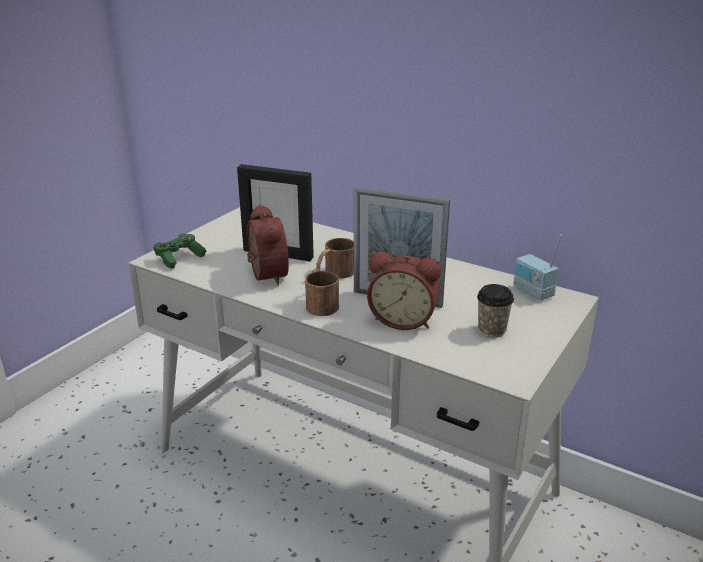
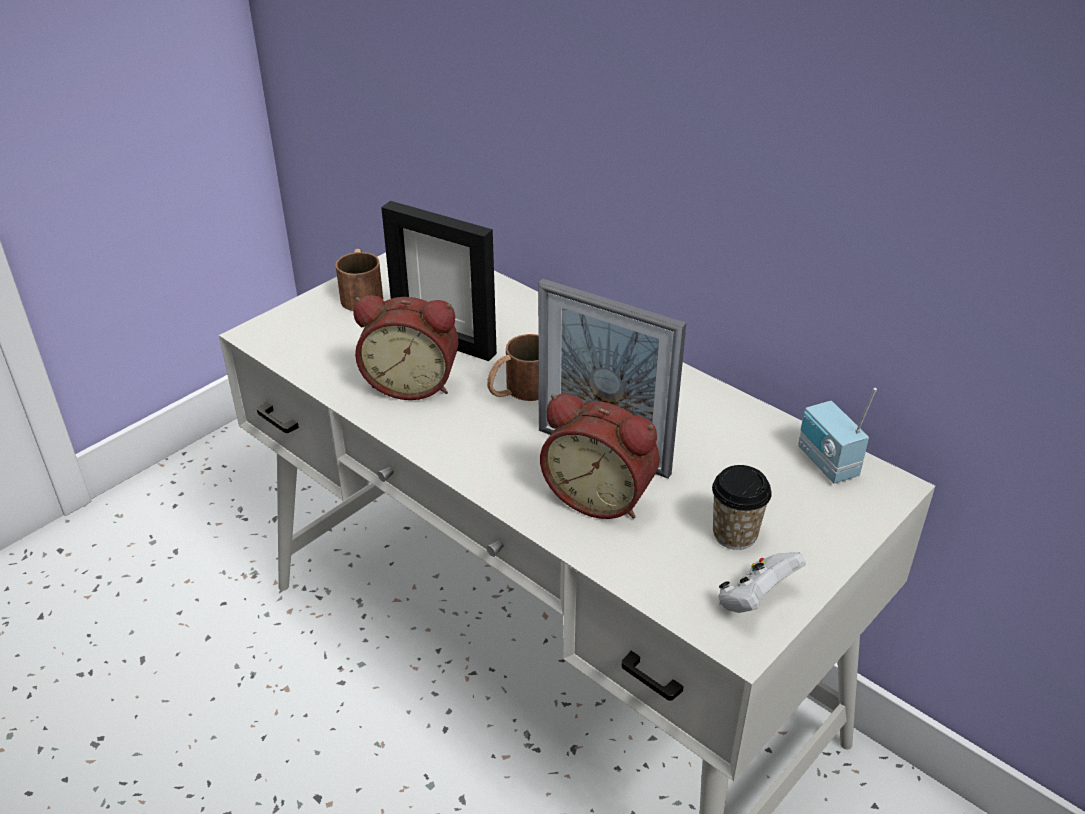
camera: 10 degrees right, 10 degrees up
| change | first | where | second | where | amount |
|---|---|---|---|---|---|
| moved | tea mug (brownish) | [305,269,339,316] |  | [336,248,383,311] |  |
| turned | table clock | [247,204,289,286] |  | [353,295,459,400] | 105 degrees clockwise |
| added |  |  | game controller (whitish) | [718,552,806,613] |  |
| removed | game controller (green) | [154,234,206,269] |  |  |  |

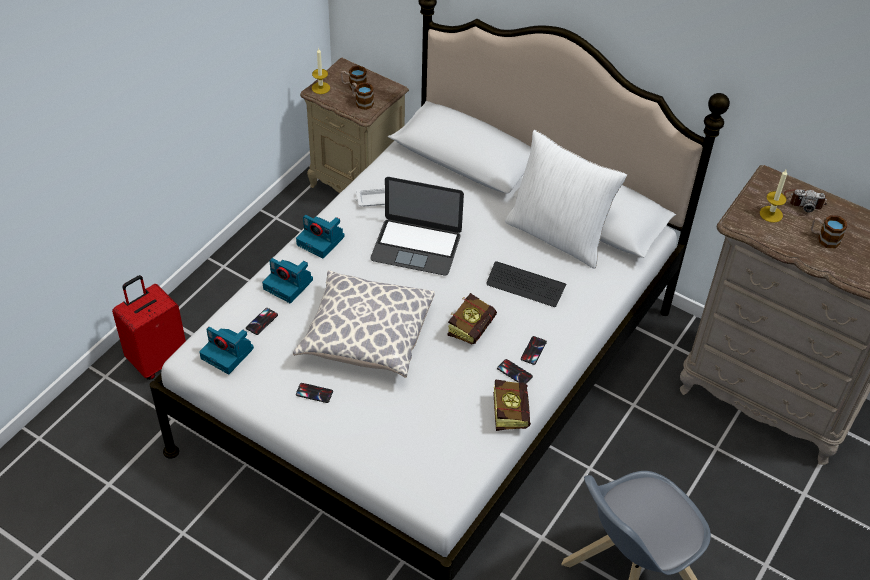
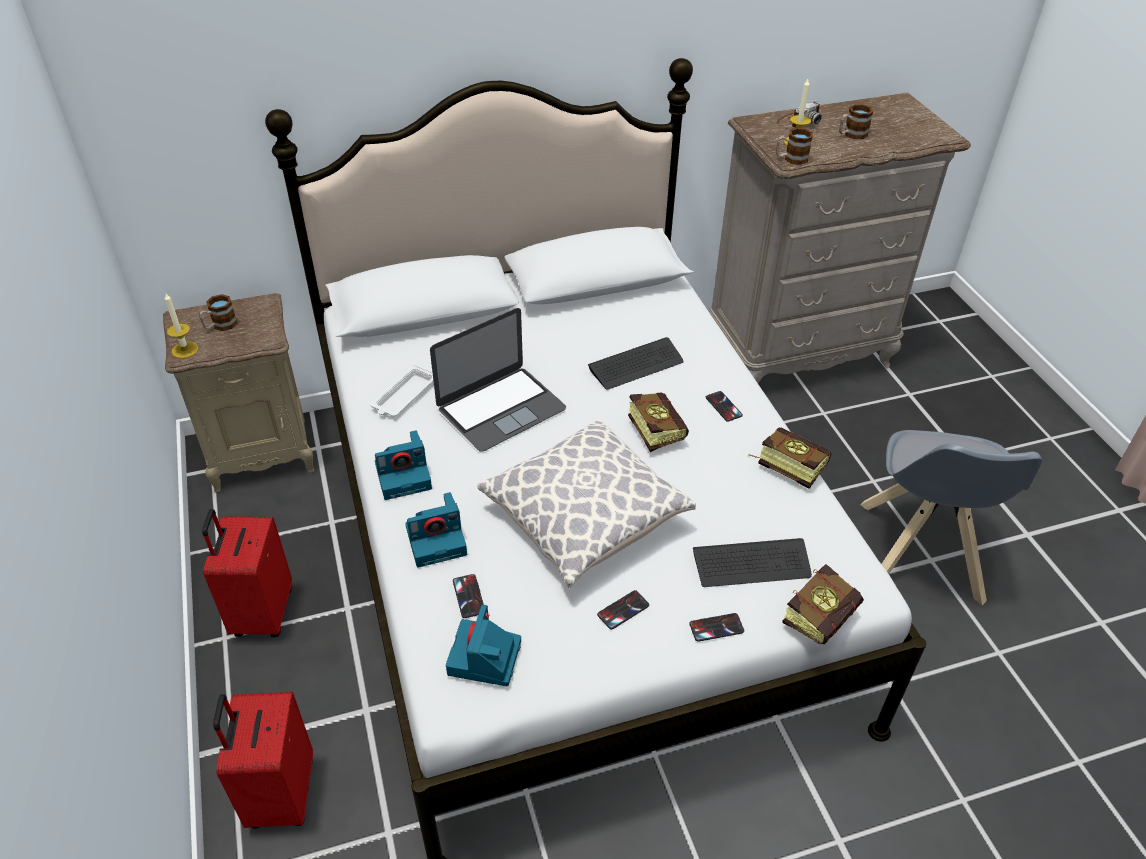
camera: 50 degrees left, 5 degrees down
| change | first | where | second | where | amount |
|---|---|---|---|---|---|
| added |  |  | travel case (red) | [202,509,292,637] |  |
| turned | still camera | [199,327,254,374] |  | [446,604,521,686] | 120 degrees clockwise |
| moved | handset | [497,359,533,384] |  | [689,613,744,642] |  |
| added |  |  | keyboard | [693,538,812,587] |  |
| moved | tea mug | [352,82,374,110] |  | [776,128,813,165] |  |
| added |  |  | bound book | [782,564,864,645] |  |
| removed | throw pillow (whitish) | [505,130,627,269] |  |  |  |

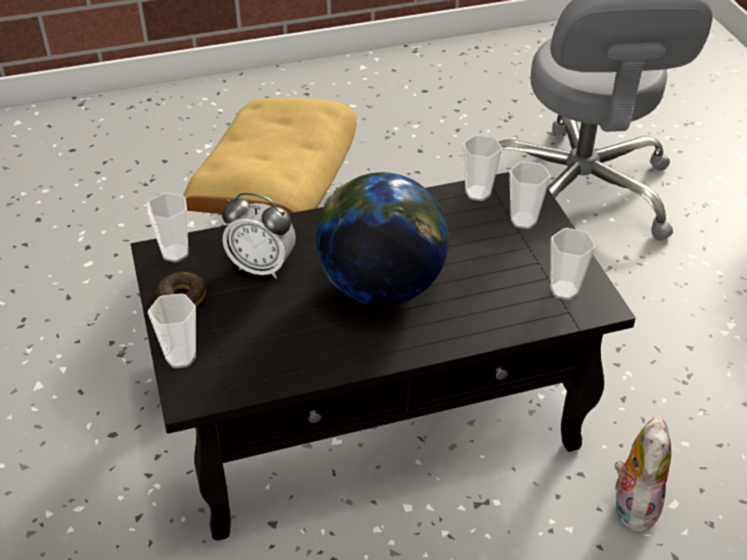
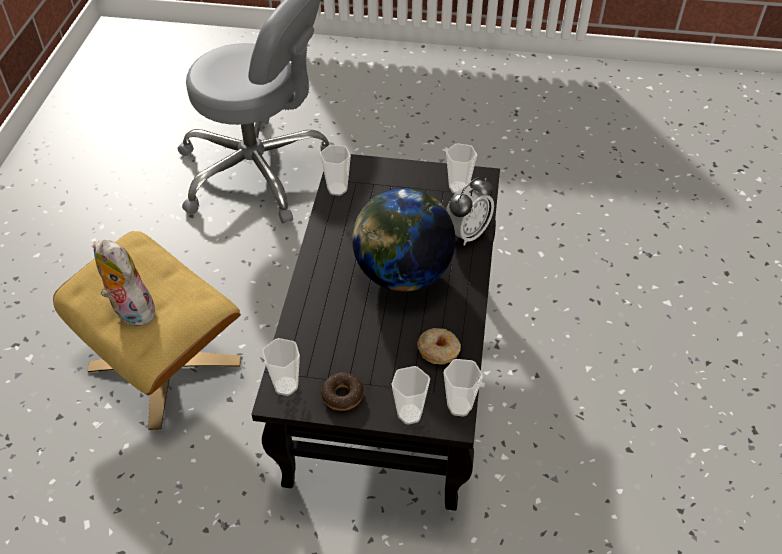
camera: 65 degrees left, 5 degrees up
| change | first | where | second | where | amount |
|---|---|---|---|---|---|
| moved | cuddly toy | [615,415,671,534] |  | [94,240,155,326] |  |
| added |  |  | ring doughnut | [417,328,461,364] |  |
| moved | small cup | [509,161,551,229] |  | [444,359,483,417] |  |
| moved | table clock | [222,193,296,279] |  | [446,177,494,246] |  |

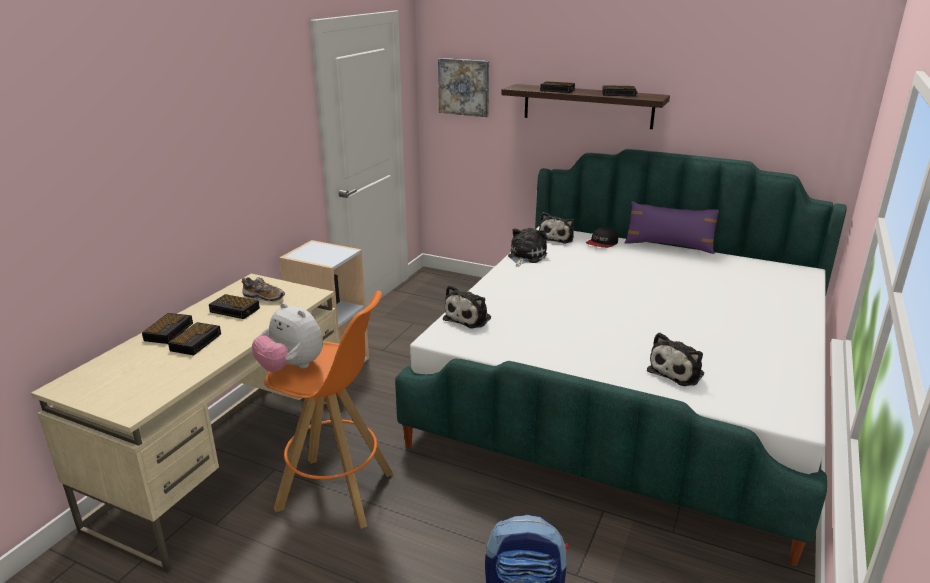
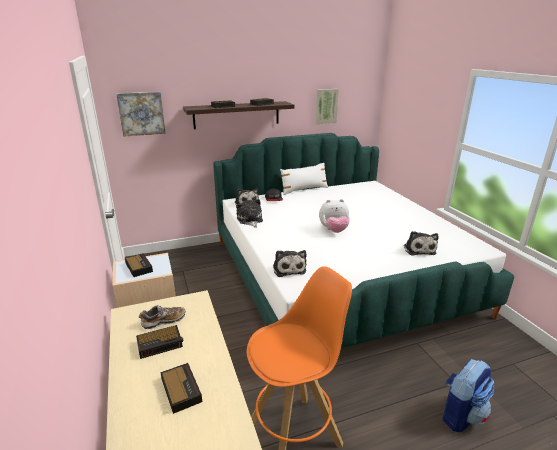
camera: 45 degrees left, 0 degrees up
| change | first | where | second | where | amount |
|---|---|---|---|---|---|
| moved | table clock | [142,313,193,344] |  | [125,253,153,277] |  |
| recoloured | throw pillow (purplish) | [625,201,719,254] | throw pillow (whitish) | [280,163,328,195] |  |
| added |  |  | picture | [315,89,339,124] |  |
| moved | cuddly toy | [252,303,323,372] |  | [319,199,350,233] |  |

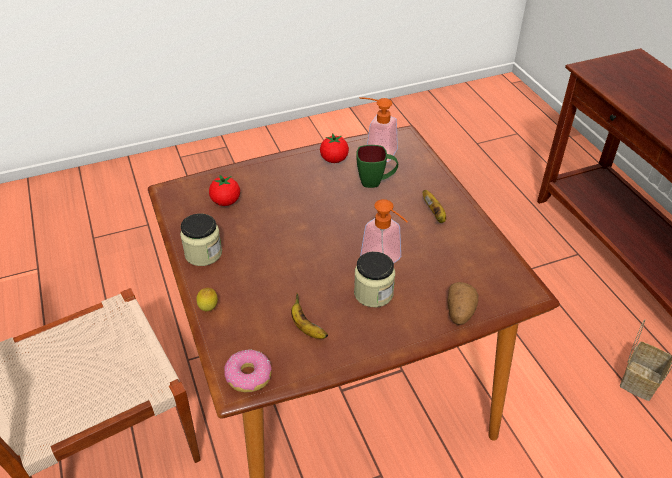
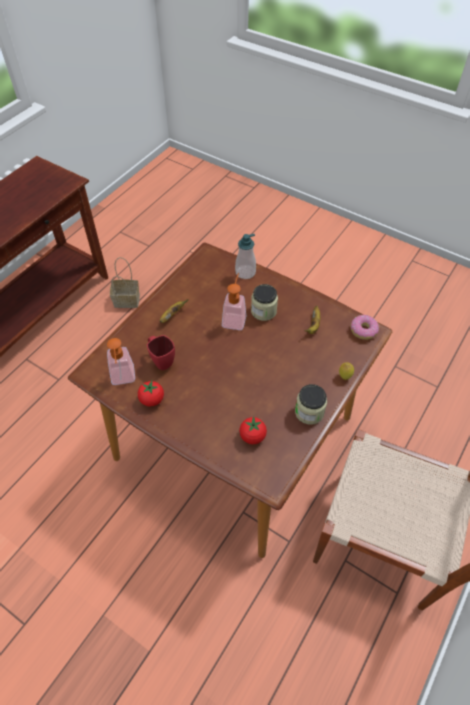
camera: 125 degrees left, 10 degrees up
| change | first | where | second | where | amount |
|---|---|---|---|---|---|
| recoloured | tea mug (green) | [356,145,398,188] | tea mug (red) | [147,335,175,370] |  |
| replaced | spud | [448,282,478,325] | soap bottle | [235,234,256,279] |  |

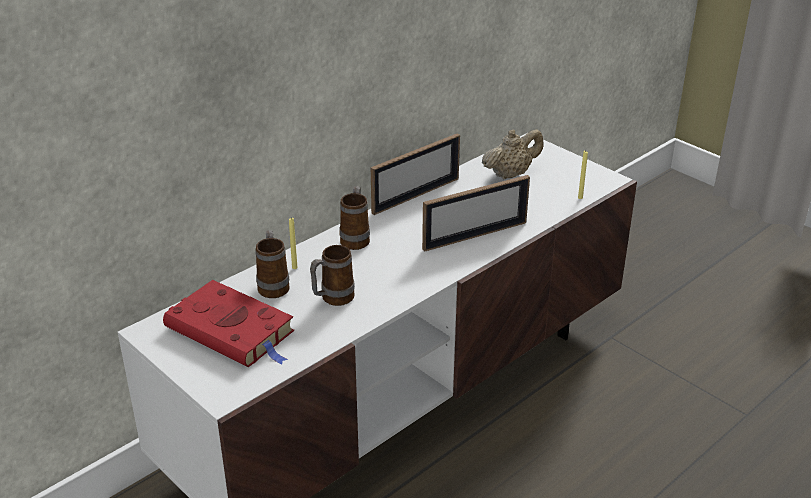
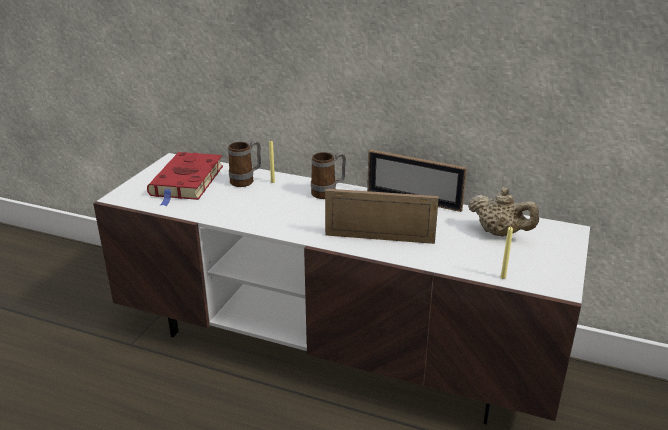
camera: 65 degrees right, 5 degrees down
| change | first | where | second | where | amount |
|---|---|---|---|---|---|
| turned | picture frame | [422,175,530,252] |  | [325,189,439,244] | 150 degrees clockwise |
| removed | tea mug | [310,245,355,306] |  |  |  |

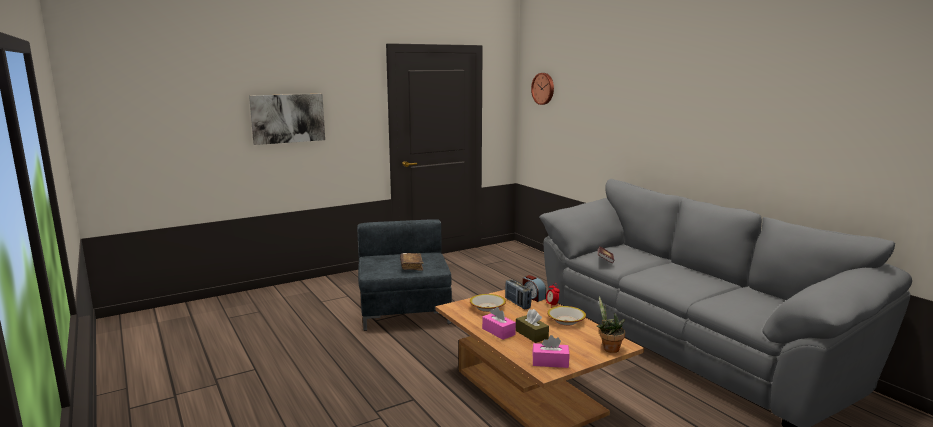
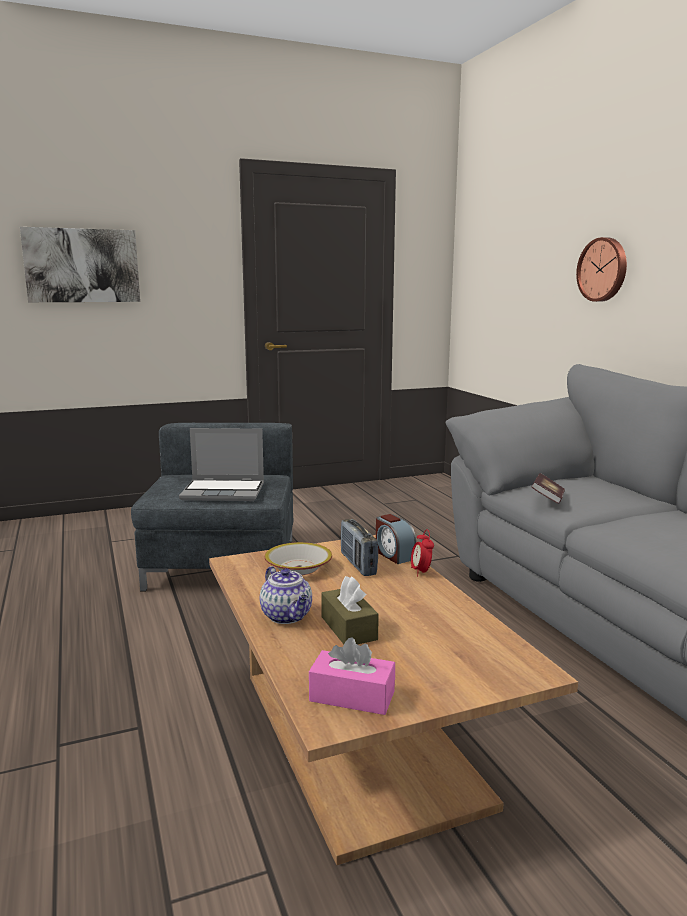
camera: 10 degrees right, 0 degrees up
| change | first | where | second | where | amount |
|---|---|---|---|---|---|
| replaced | bound book (brownish) | [400,253,424,271] | portable computer | [179,428,264,501] |  |
| replaced | tissue box (pinkish) | [482,307,516,340] | pot for tea | [260,566,312,624] |  |
| moved | wall clock | [531,73,554,105] |  | [576,237,627,302] |  |
| removed | deep dish | [547,306,586,325] |  |  |  |
| removed | houseplant | [597,297,625,353] |  |  |  |

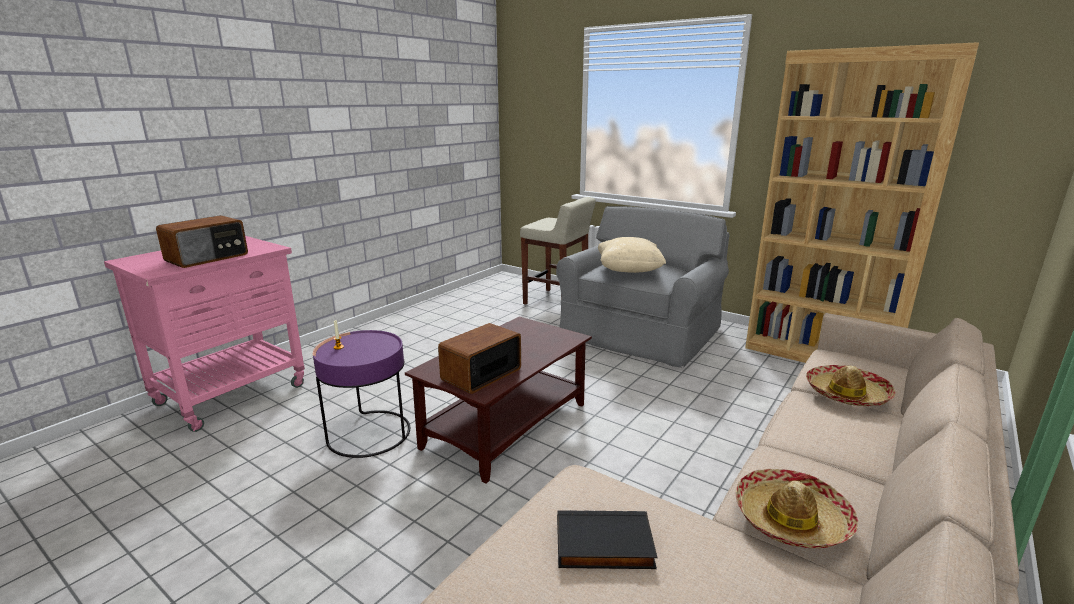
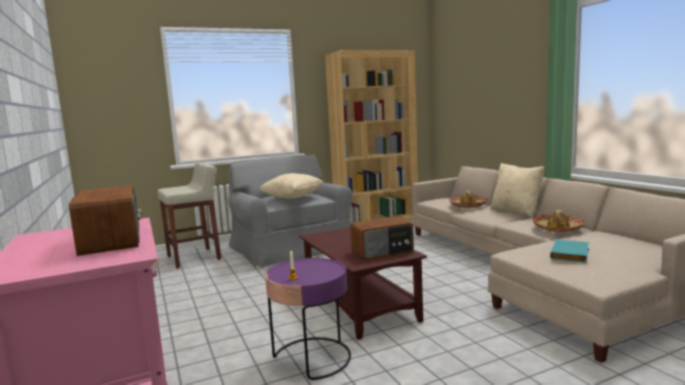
camera: 60 degrees left, 10 degrees down
| change | first | where | second | where | amount |
|---|---|---|---|---|---|
| turned | radio | [438,323,521,394] |  | [350,217,414,260] | 90 degrees counterclockwise |
| added |  |  | throw pillow (beige) | [490,163,544,217] |  |
| recoloured | bound book (black) | [557,510,658,569] | bound book (blue-green) | [550,239,589,263] |  |

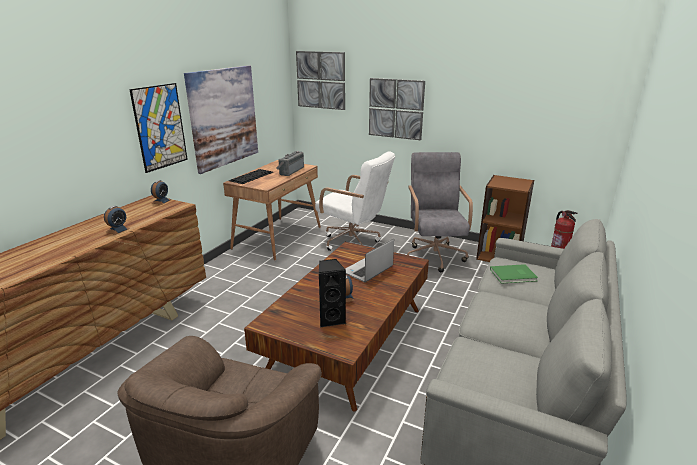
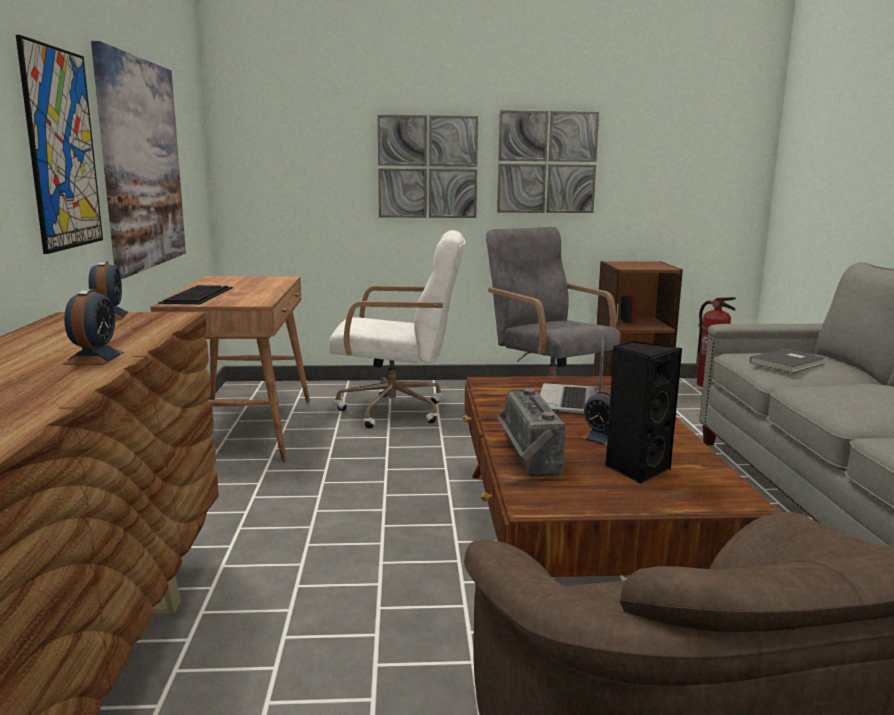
camera: 30 degrees left, 10 degrees down
| change | first | where | second | where | amount |
|---|---|---|---|---|---|
| moved | picture | [296,51,345,110] |  | [497,110,599,213] |  |
| moved | radio | [276,151,304,176] |  | [497,388,566,477] |  |
| recoloured | bound book (green) | [490,264,538,284] | bound book (gray) | [750,349,826,373] |  |

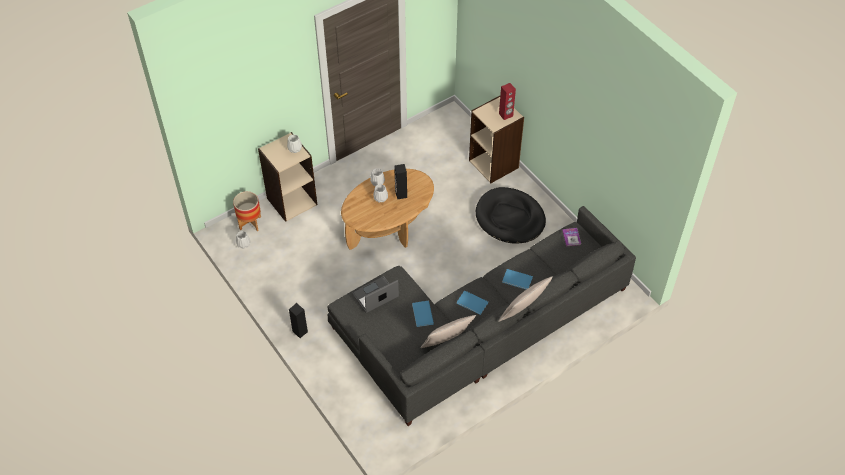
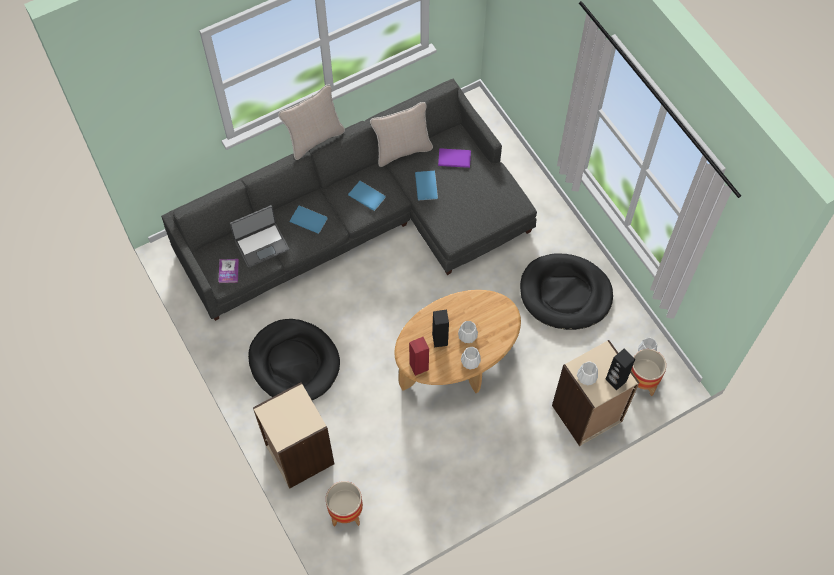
camera: 175 degrees left, 10 degrees up
| change | first | where | second | where | amount |
|---|---|---|---|---|---|
| moved | portable computer | [352,276,399,313] |  | [230,205,289,268] |  |
| added |  |  | plant pot | [326,481,363,527] |  |
| moved | speaker (red) | [499,83,516,120] |  | [409,337,429,376] |  |
| added |  |  | bound book (purplish) | [438,148,471,168] |  |
| added |  |  | dog bed (black) | [520,253,613,330] |  |
| moved | speaker (black) | [289,303,308,338] |  | [605,348,635,390] |  |

